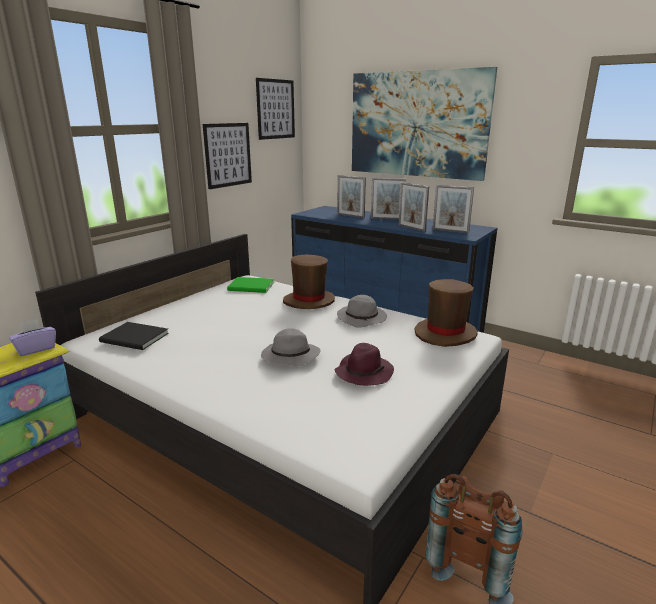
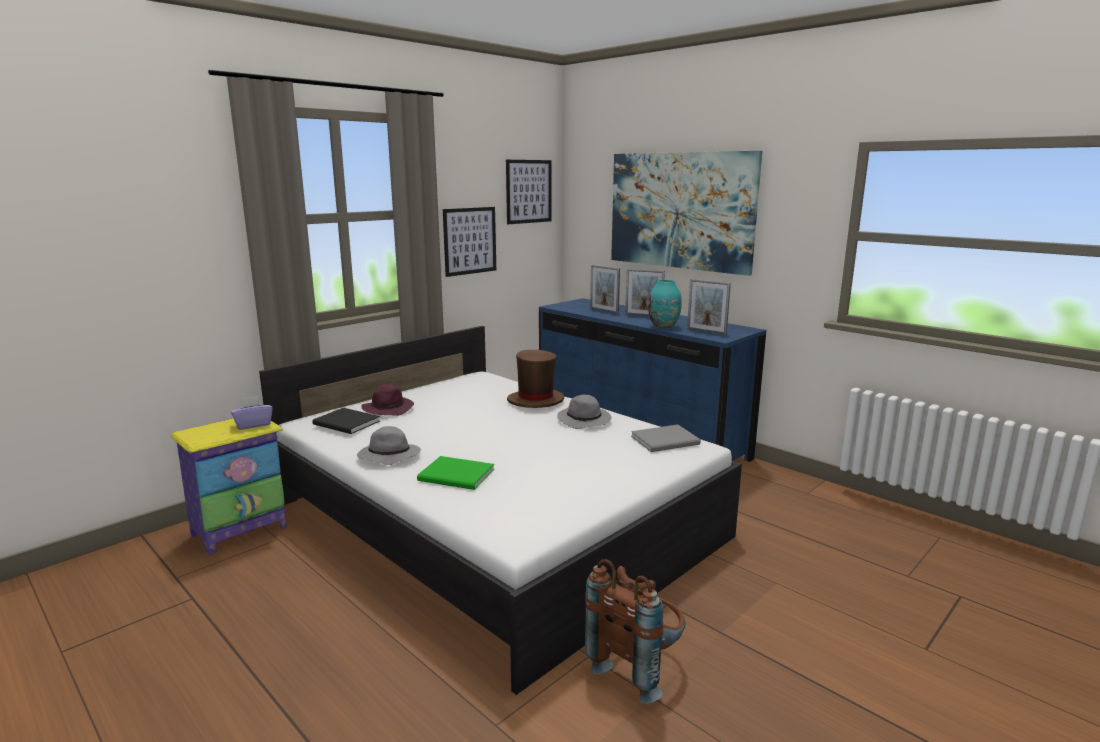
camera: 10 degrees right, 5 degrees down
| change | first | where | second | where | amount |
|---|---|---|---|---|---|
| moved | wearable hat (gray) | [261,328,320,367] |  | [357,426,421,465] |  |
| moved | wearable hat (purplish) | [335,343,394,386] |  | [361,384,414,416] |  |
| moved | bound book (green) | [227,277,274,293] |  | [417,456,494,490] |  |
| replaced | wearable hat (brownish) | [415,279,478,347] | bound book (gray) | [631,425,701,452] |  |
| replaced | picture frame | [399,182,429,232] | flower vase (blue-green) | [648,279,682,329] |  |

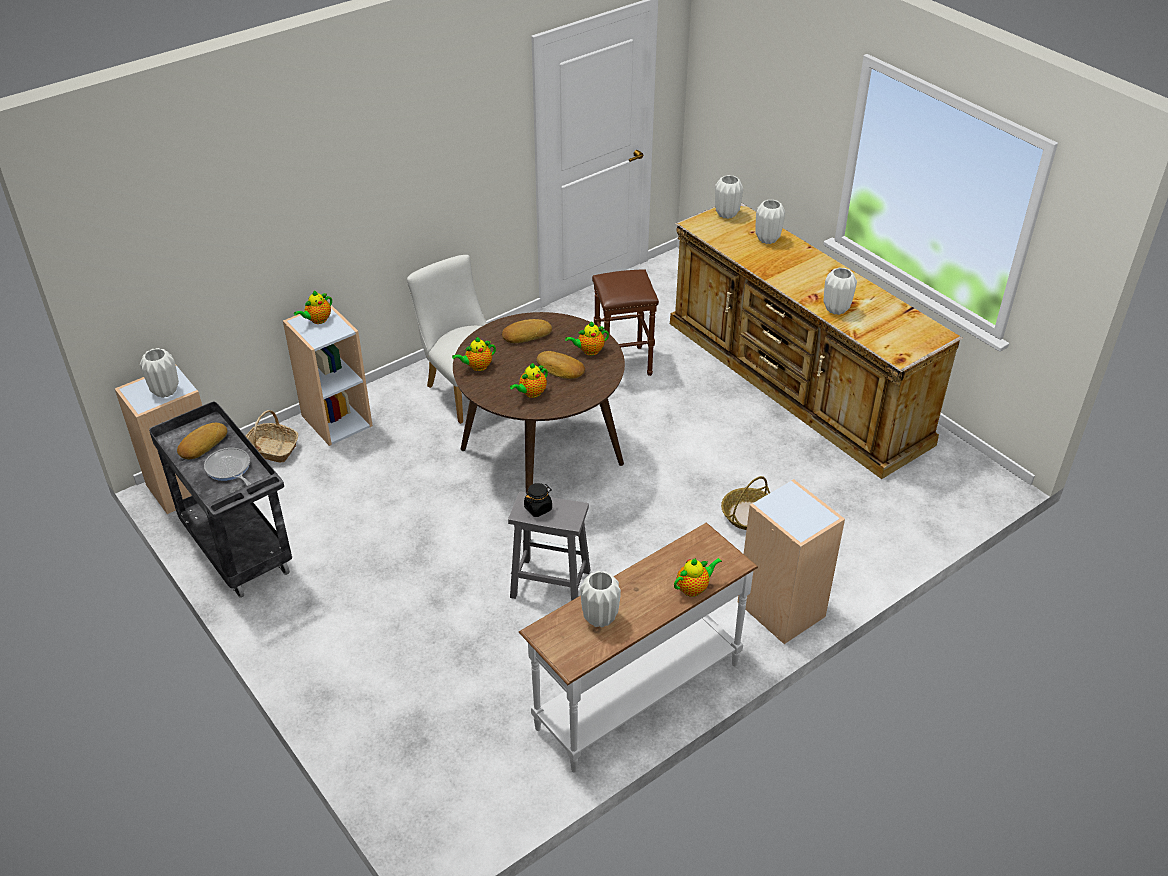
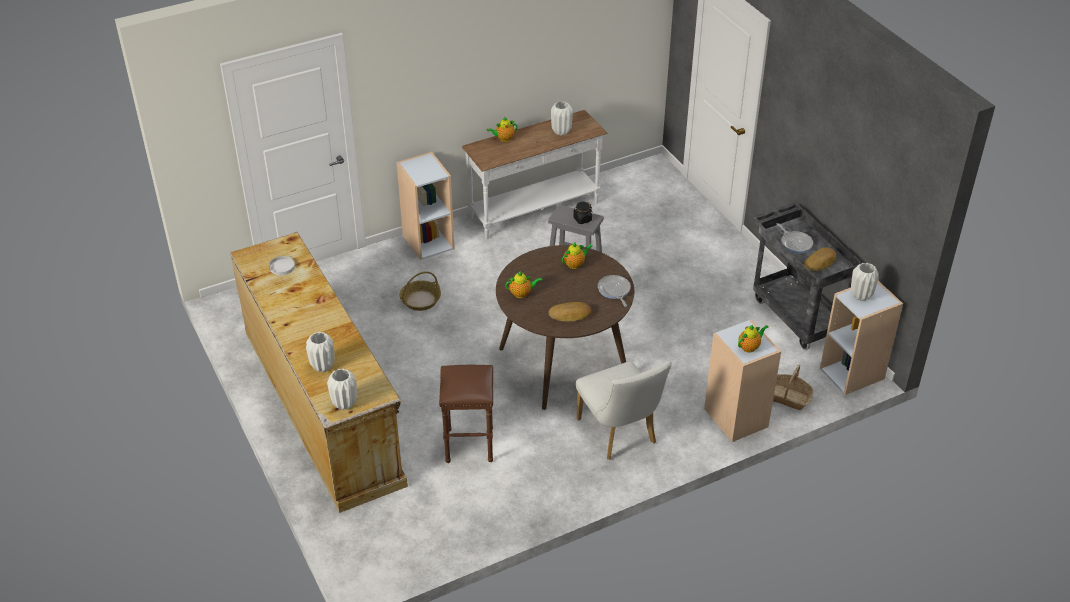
camera: 170 degrees left, 0 degrees up
| change | first | where | second | where | amount |
|---|---|---|---|---|---|
| added |  |  | dinner plate (whitish) | [269,256,295,275] |  |
| replaced | pot for tea | [452,337,496,371] | pan | [598,275,631,307] |  |
| removed | baked bread | [537,351,585,379] |  |  |  |
| removed | flower vase (whitish) | [824,267,857,315] |  |  |  |

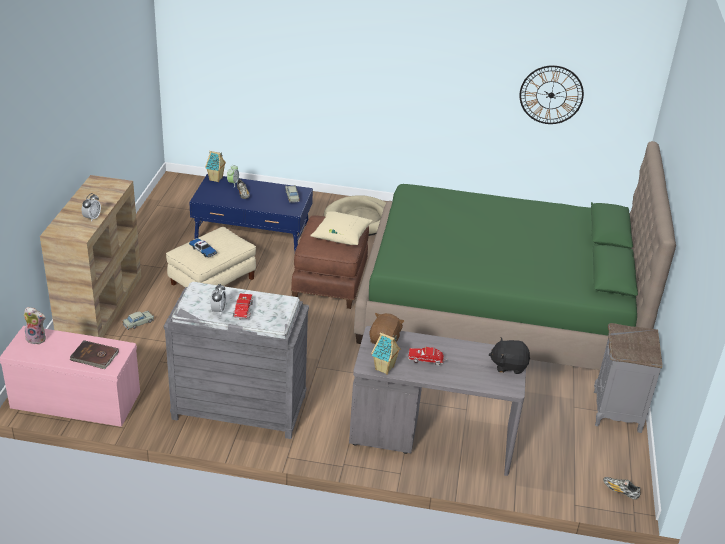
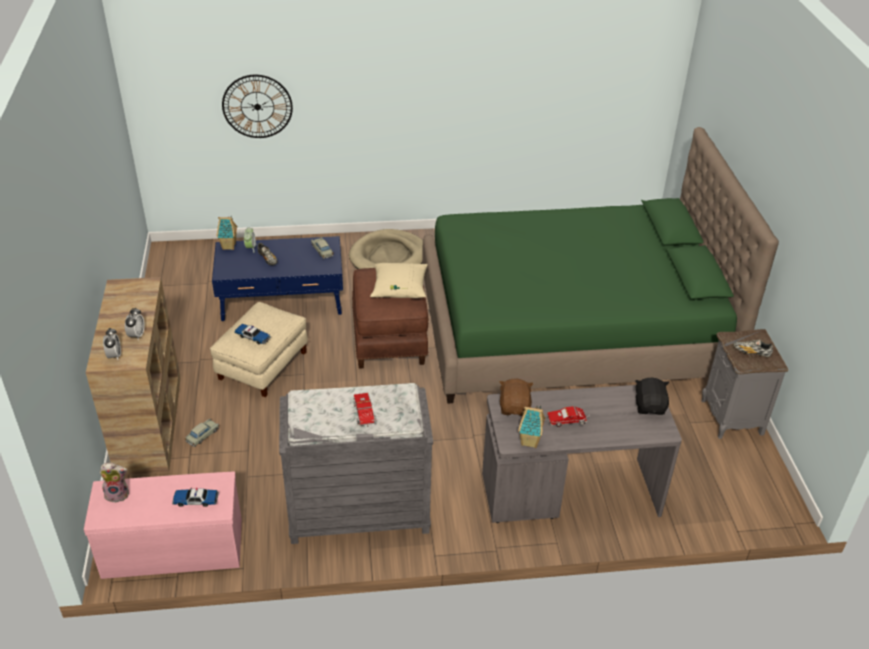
camera: 15 degrees left, 5 degrees up
| change | first | where | second | where | amount |
|---|---|---|---|---|---|
| moved | table clock | [211,284,226,314] |  | [103,328,121,360] |  |
| replaced | bound book (brownish) | [70,340,119,369] | miniature car | [172,488,219,507] |  |
| moved | wall clock | [520,65,584,124] |  | [222,75,293,138] |  |
| turned | cuddly toy (black) | [489,337,530,374] |  | [635,378,669,415] | 105 degrees clockwise |
| moved | low shoe | [603,477,640,499] |  | [733,339,773,357] |  |

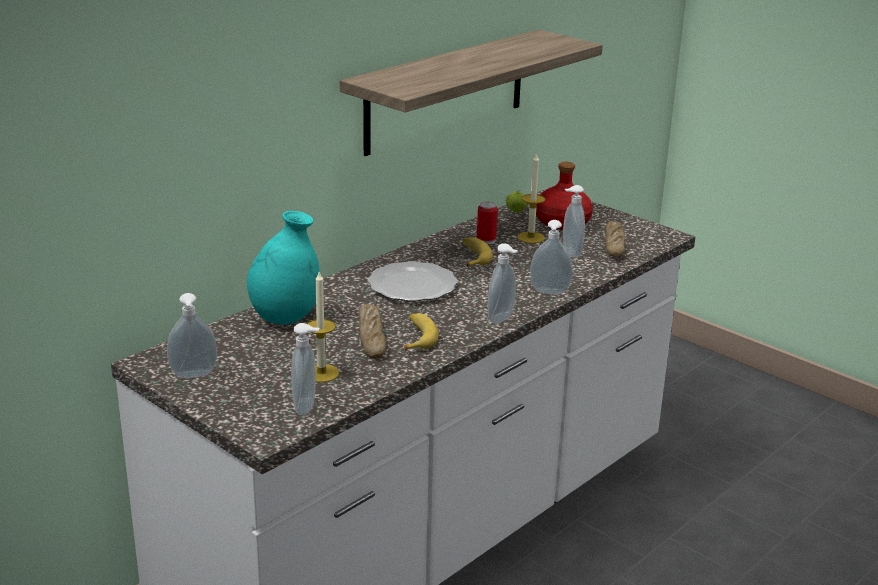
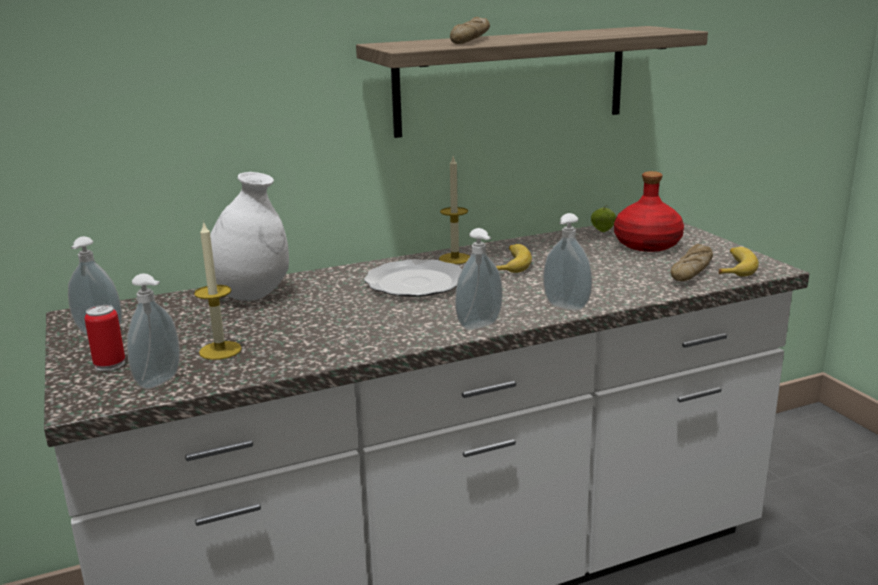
camera: 25 degrees right, 5 degrees down
| change | first | where | second | where | amount |
|---|---|---|---|---|---|
| moved | metal can | [477,201,498,244] |  | [85,305,125,371] |  |
| recoloured | flower vase (blue-green) | [247,211,320,325] | flower vase (whitish) | [210,172,289,301] |  |
| moved | wax light | [517,153,545,243] |  | [439,157,470,264] |  |
| moved | baked bread | [358,304,386,359] |  | [450,17,490,44] |  |
| moved | whole banana | [405,313,439,350] |  | [719,247,759,276] |  |
| removed | soap bottle | [563,185,585,258] |  |  |  |

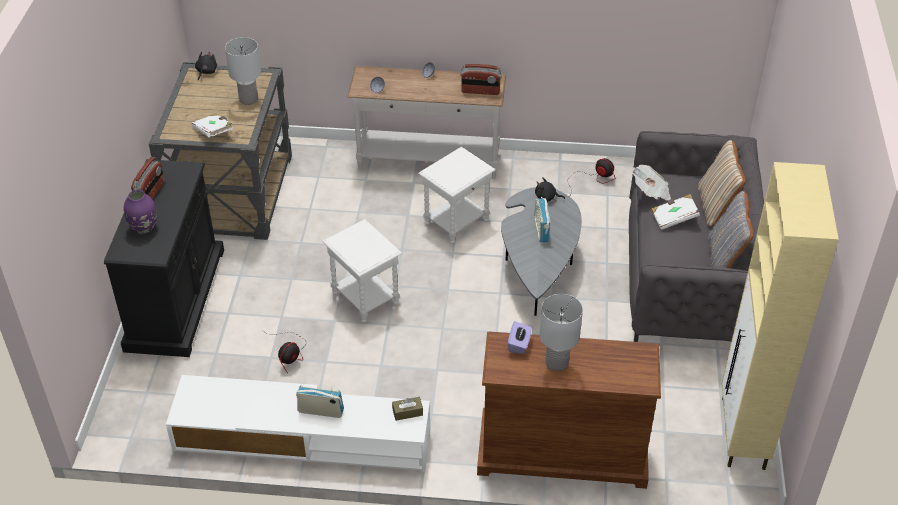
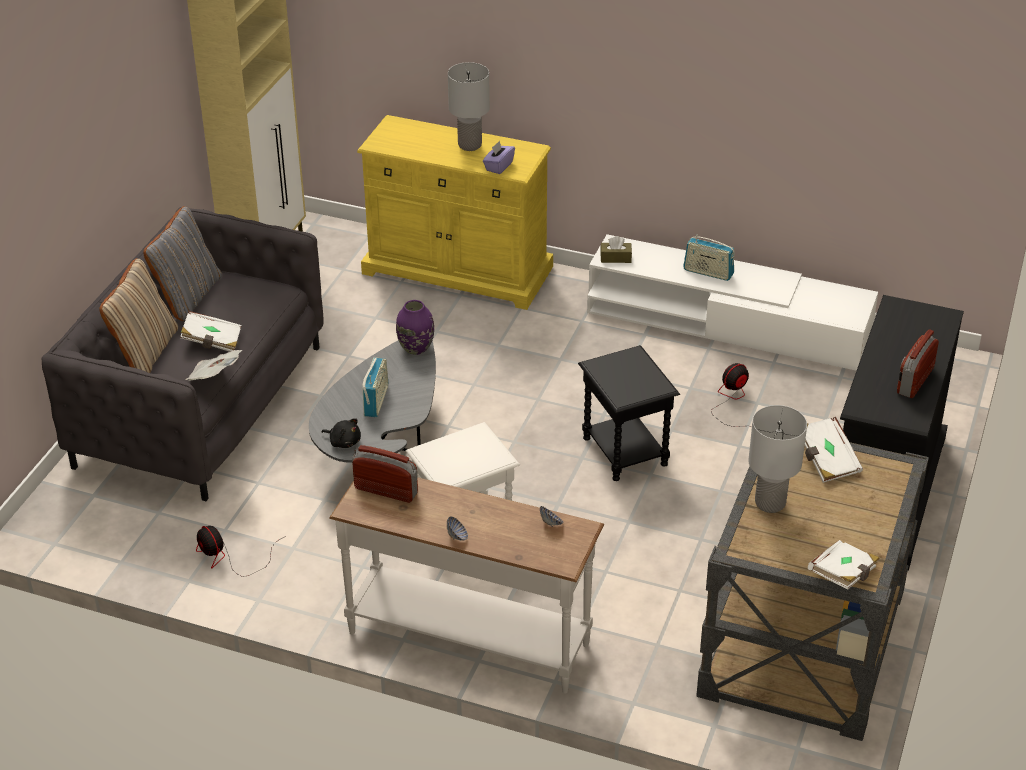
camera: 165 degrees left, 5 degrees down
| change | first | where | second | where | amount |
|---|---|---|---|---|---|
| recoloured | dresser (brownish) | [477,332,661,489] | dresser (yellow-coloured) | [357,115,553,310] |  |
| moved | flower vase (purplish) | [124,190,157,234] |  | [396,300,434,355] |  |
| recoloured | end table (whitish) | [322,219,403,322] | end table (black) | [578,345,680,481] |  |
| replaced | cuddly toy (black) | [195,51,217,80] | bound book (whitish) | [808,540,880,590] |  |

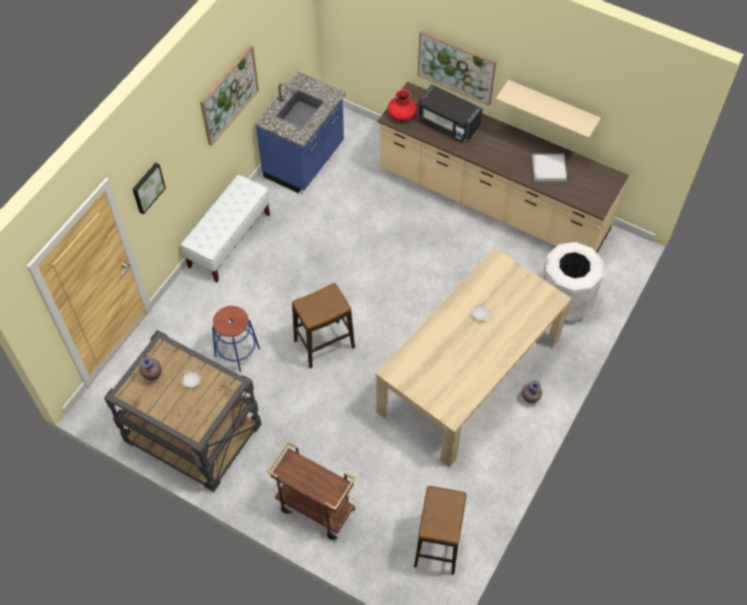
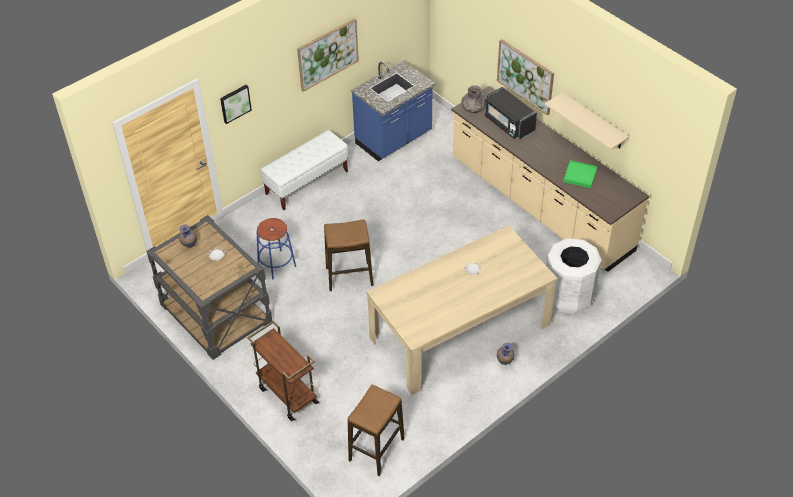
camera: 20 degrees right, 10 degrees down
| change | first | where | second | where | amount |
|---|---|---|---|---|---|
| recoloured | flower vase (red) | [388,89,417,121] | flower vase (gray) | [461,85,486,113] |  |
| recoloured | carrying tray (whitish) | [532,154,567,182] | carrying tray (green) | [563,160,598,188] |  |

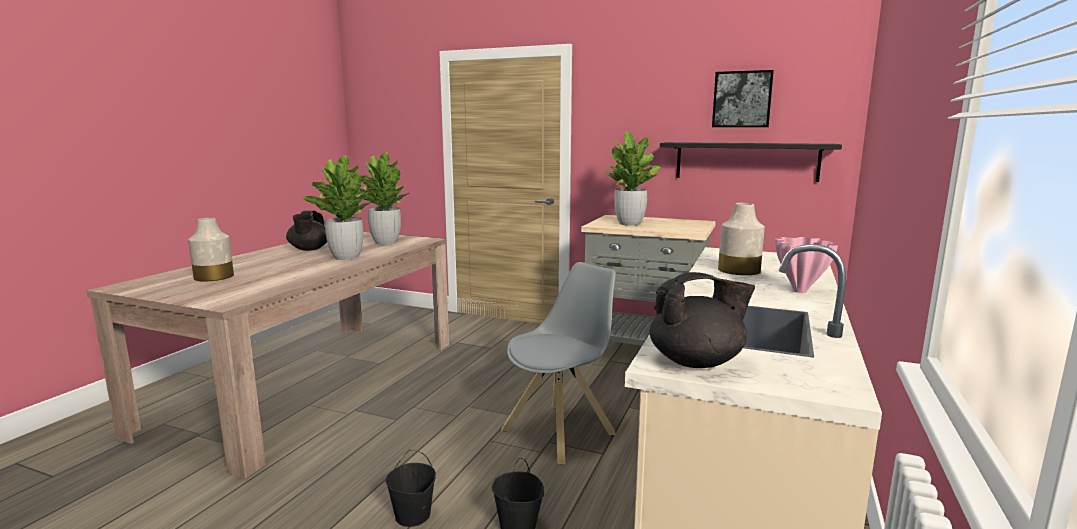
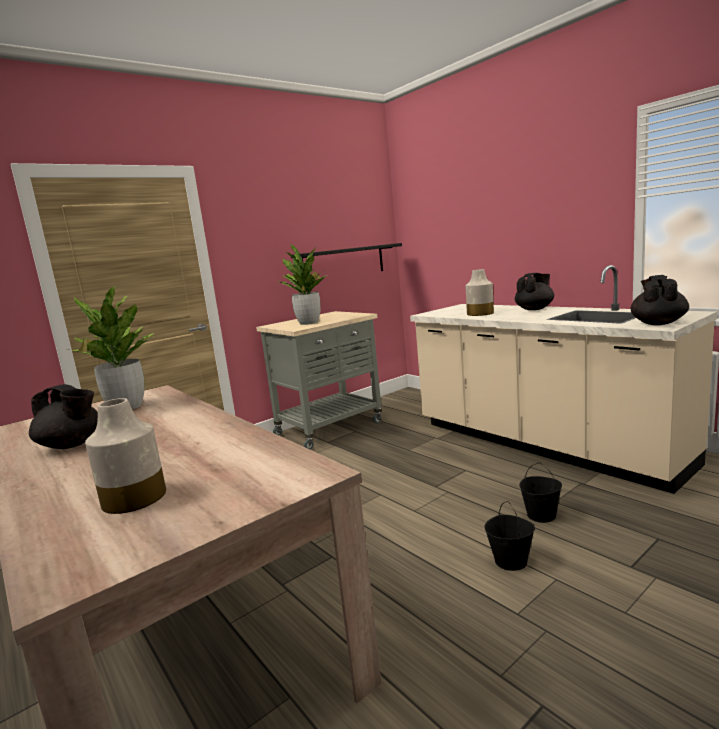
camera: 60 degrees left, 0 degrees up
| change | first | where | second | where | amount |
|---|---|---|---|---|---|
| replaced | flower vase (pinkish) | [775,237,838,293] | pot for tea (black) | [515,273,554,310] |  |
| removed | houseplant | [302,156,373,260] |  |  |  |
| removed | upright chair (gray) | [501,262,616,465] |  |  |  |
| removed | picture | [712,70,774,127] |  |  |  |

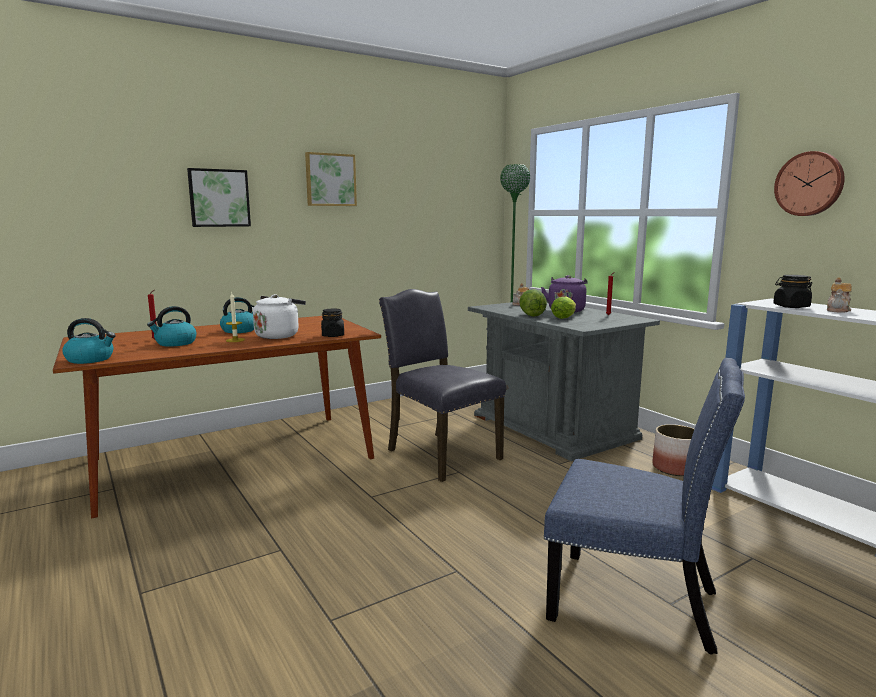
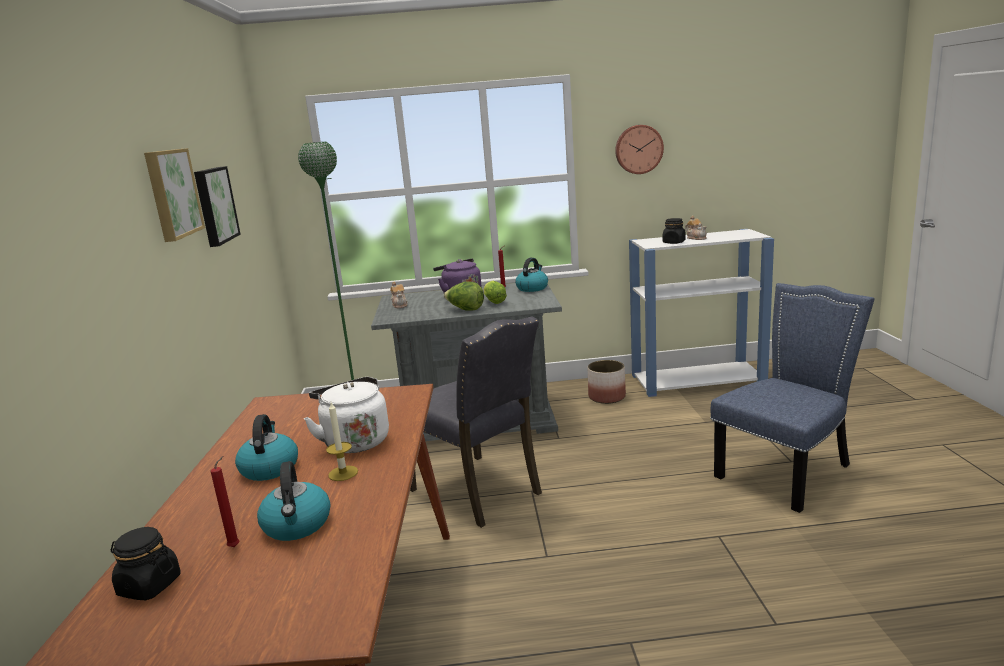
camera: 60 degrees left, 5 degrees up
| change | first | where | second | where | amount |
|---|---|---|---|---|---|
| moved | storage jar (black) | [321,309,344,337] |  | [111,527,181,600] |  |
| moved | picture | [187,168,251,227] |  | [194,166,241,247] |  |
| turned | upright chair (gray) | [379,289,506,482] |  | [410,316,542,528] | 120 degrees counterclockwise |
| moved | kettle | [62,318,116,364] |  | [515,258,548,292] |  |

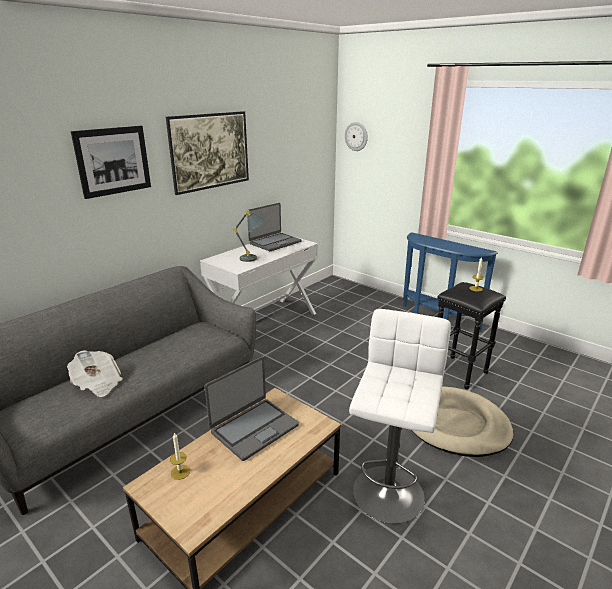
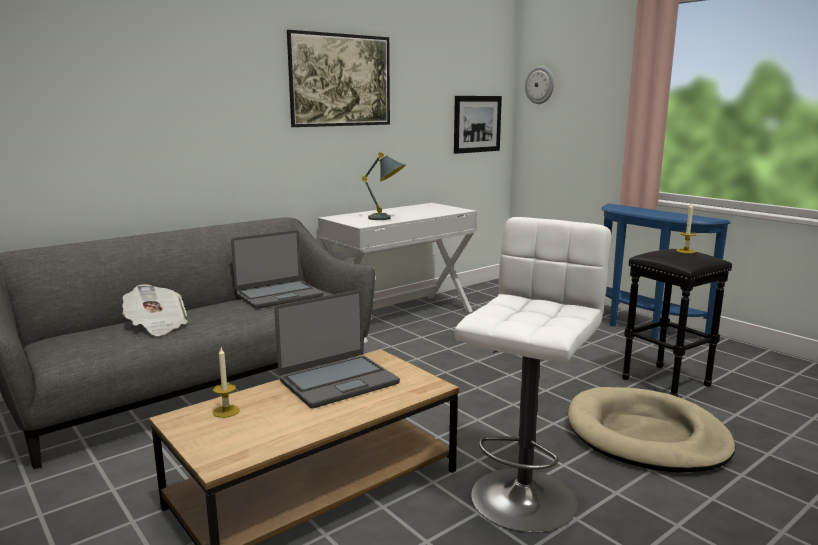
camera: 10 degrees right, 10 degrees down
| change | first | where | second | where | amount |
|---|---|---|---|---|---|
| moved | portable computer | [247,203,302,251] |  | [231,230,323,309] |  |
| moved | picture | [71,126,151,199] |  | [454,96,502,154] |  |

